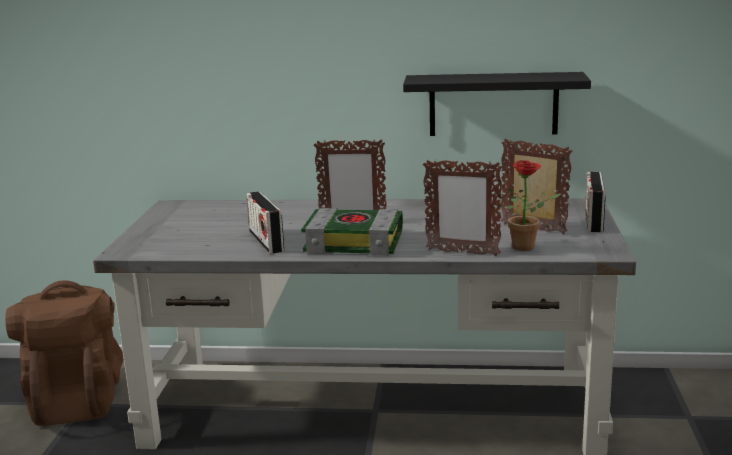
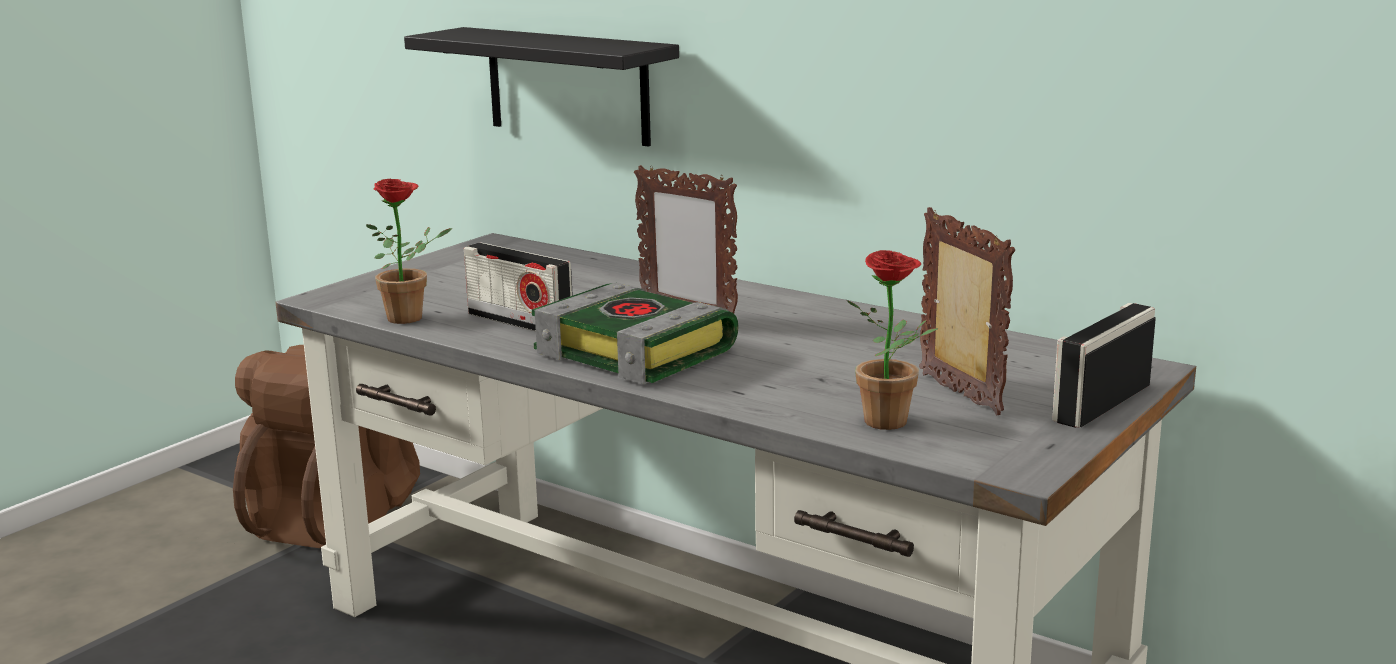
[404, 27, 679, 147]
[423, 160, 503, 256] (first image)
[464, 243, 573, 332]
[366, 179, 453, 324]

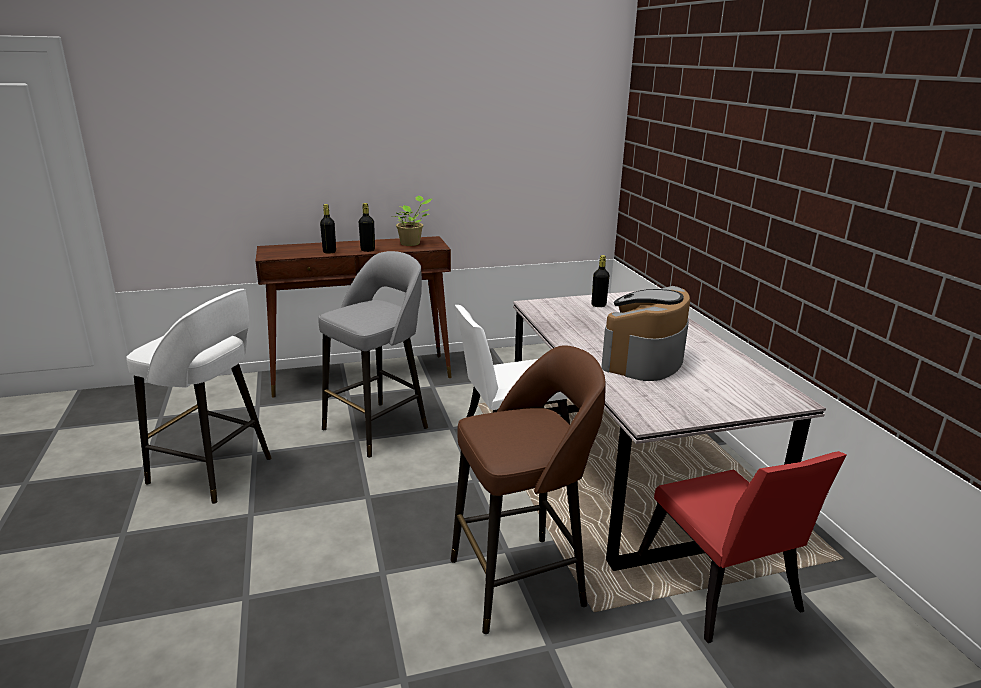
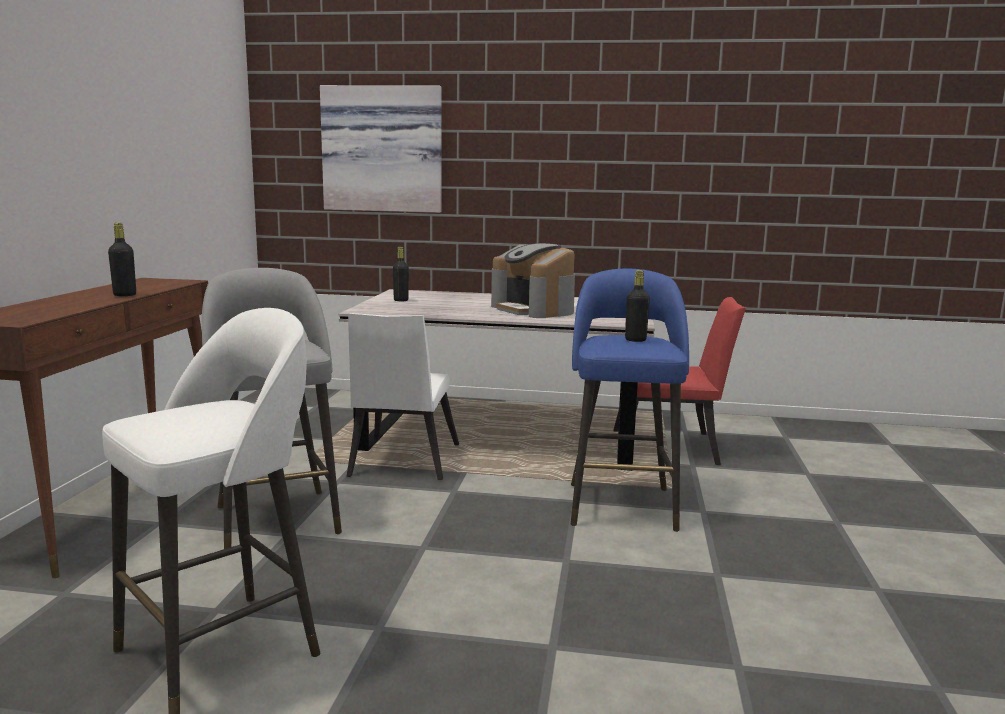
[393, 195, 432, 246] (first image)
[625, 270, 650, 342]
[571, 269, 689, 532]
[320, 85, 441, 213]

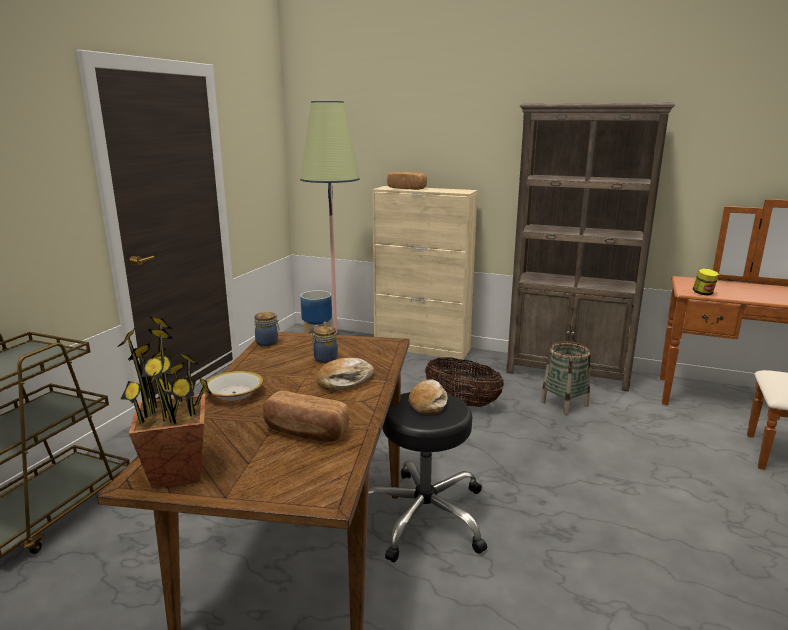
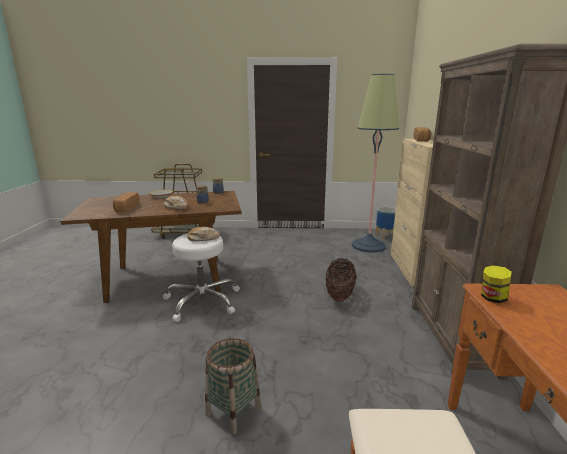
[116, 316, 212, 488] (first image)
[205, 338, 261, 435]
[163, 234, 240, 322]

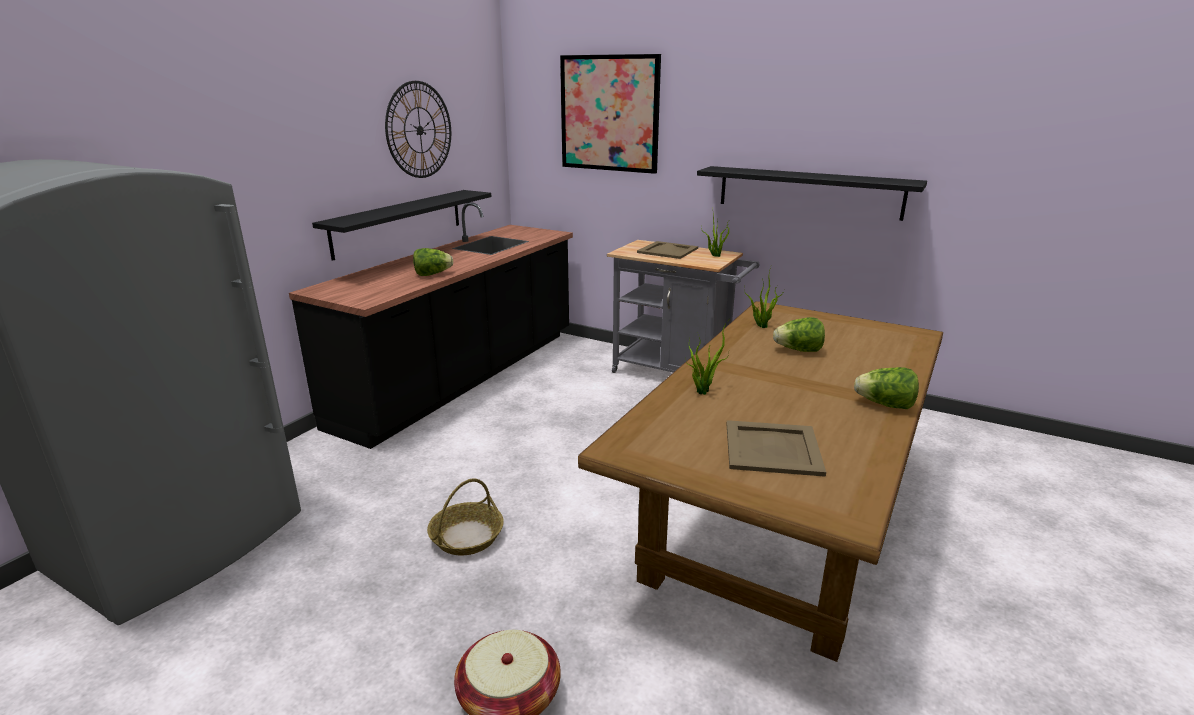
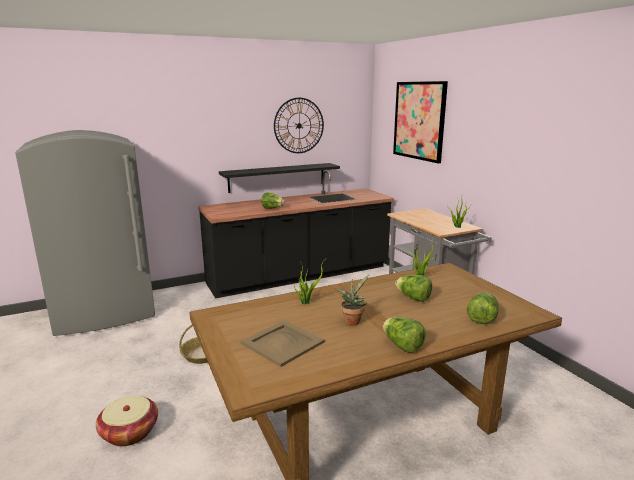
[697, 166, 927, 221] (first image)
[637, 241, 698, 259] (first image)
[335, 275, 369, 326]
[467, 293, 499, 324]

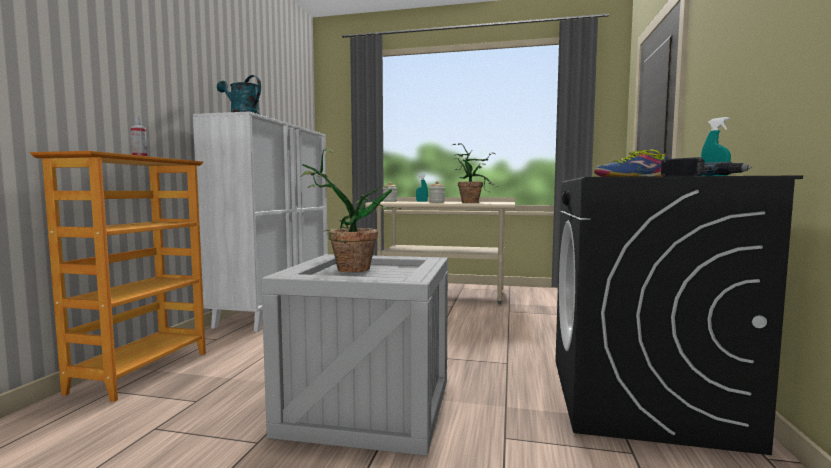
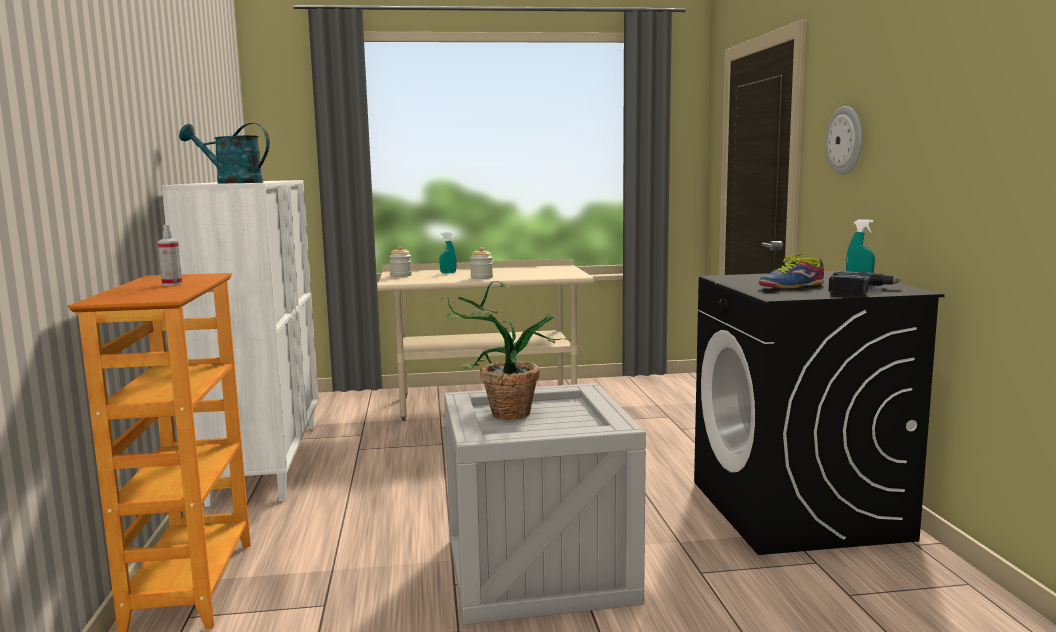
[453, 143, 498, 203] (first image)
[826, 106, 862, 175]

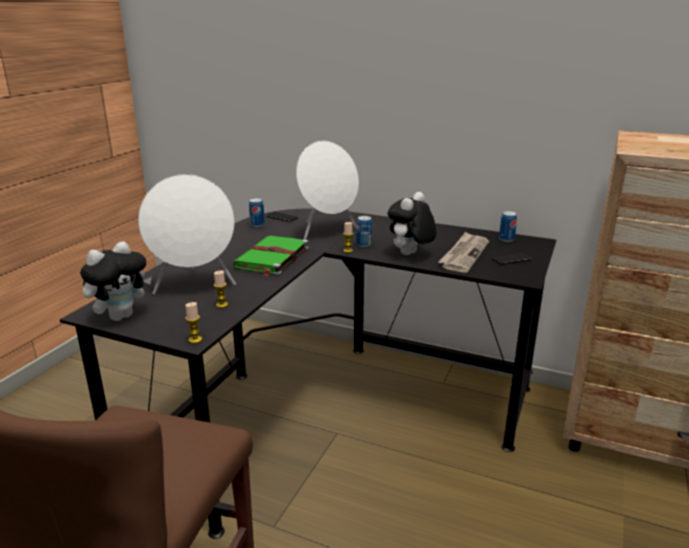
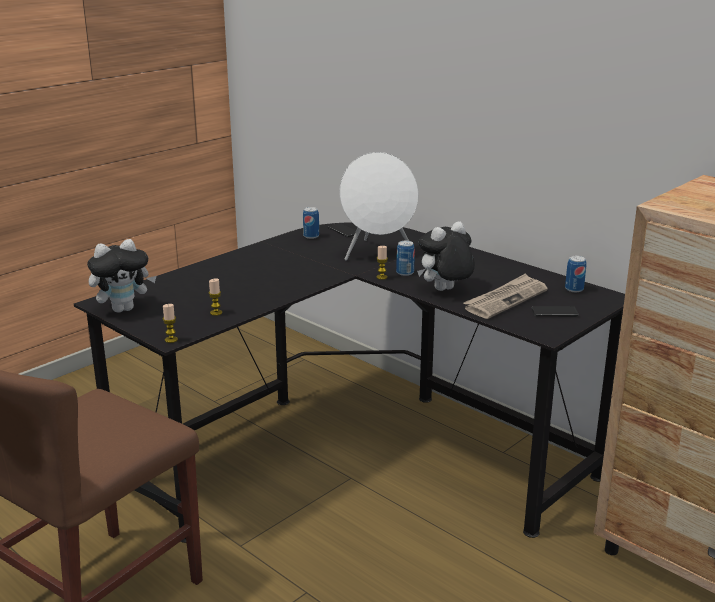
[138, 174, 236, 295] (first image)
[233, 235, 309, 277] (first image)

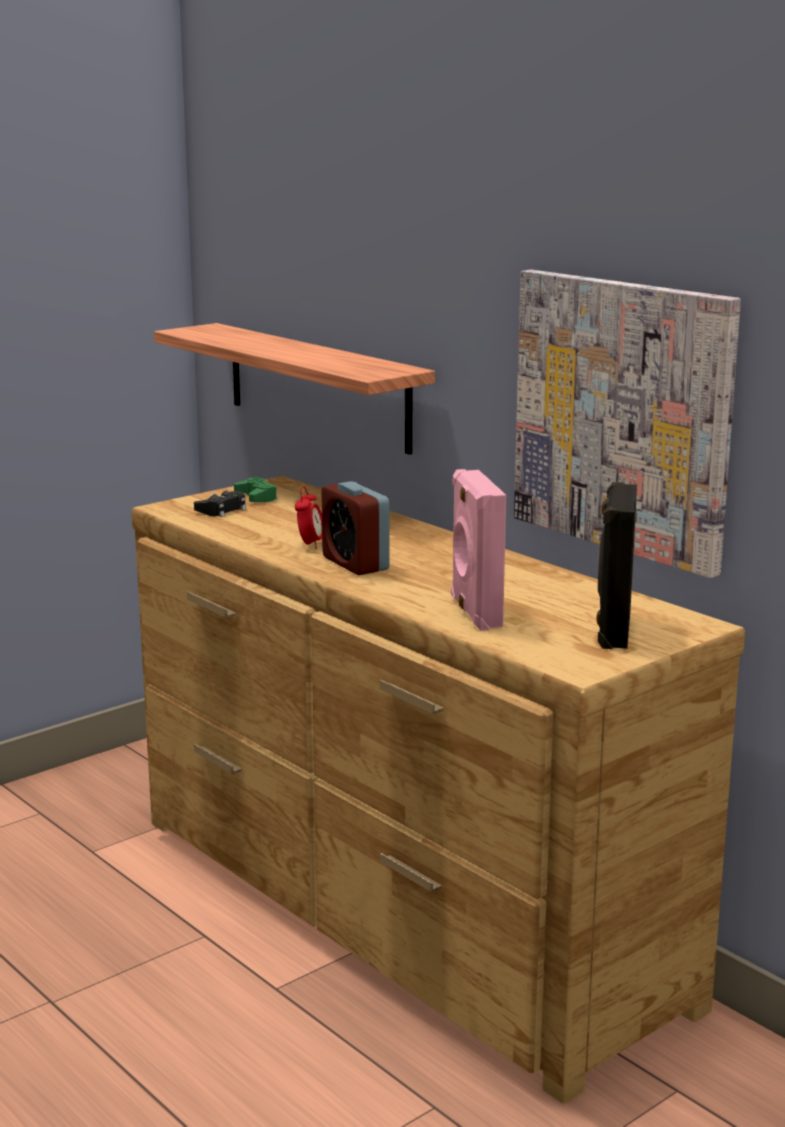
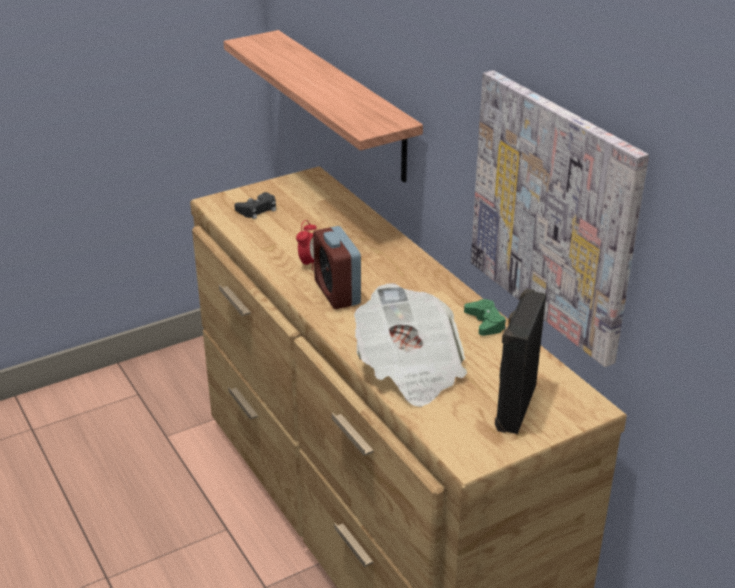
[354, 283, 467, 407]
[464, 299, 506, 336]

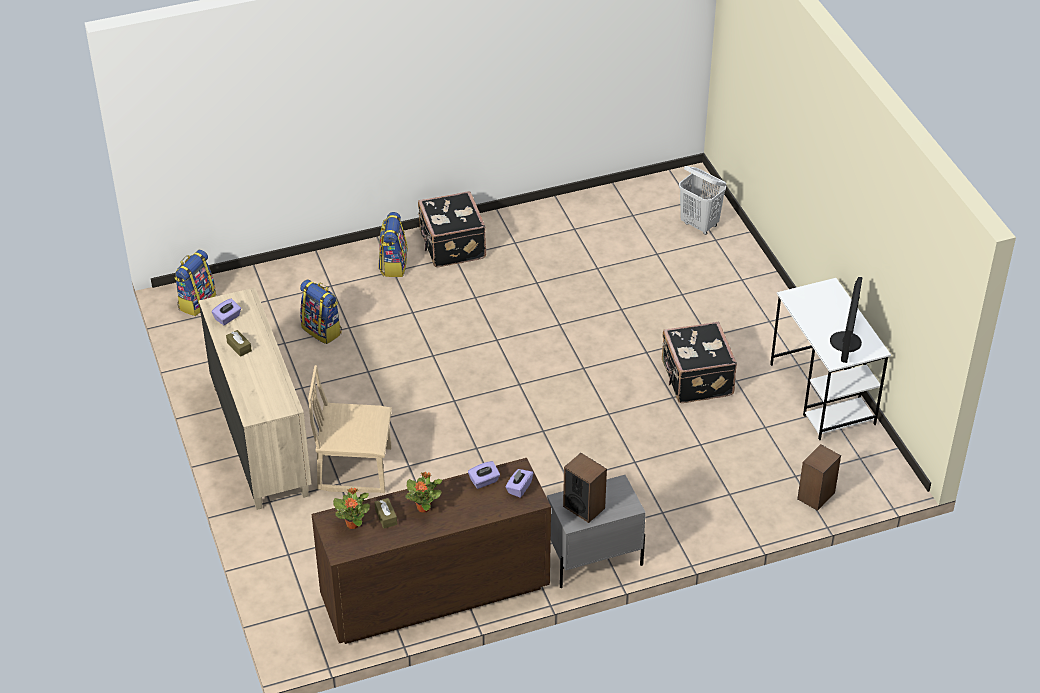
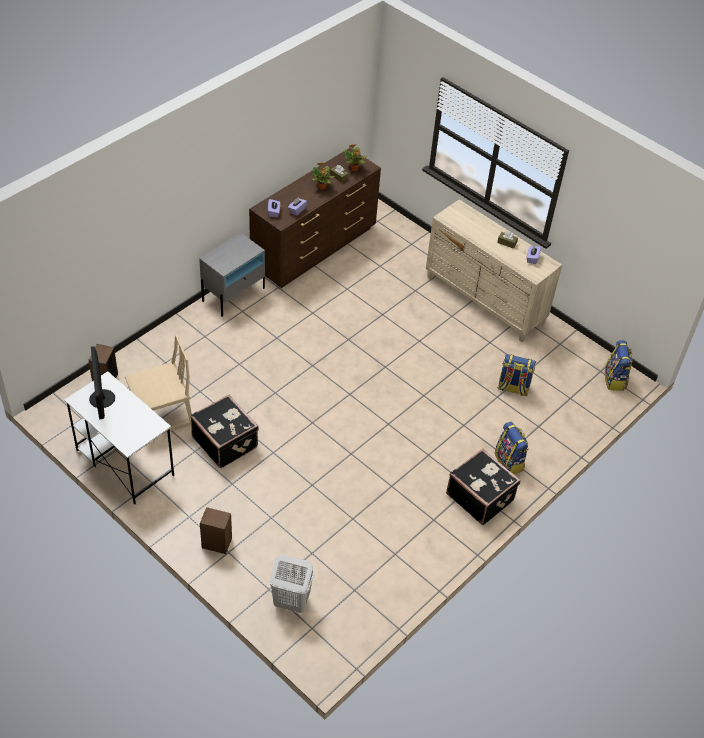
[125, 334, 192, 433]
[200, 507, 232, 554]

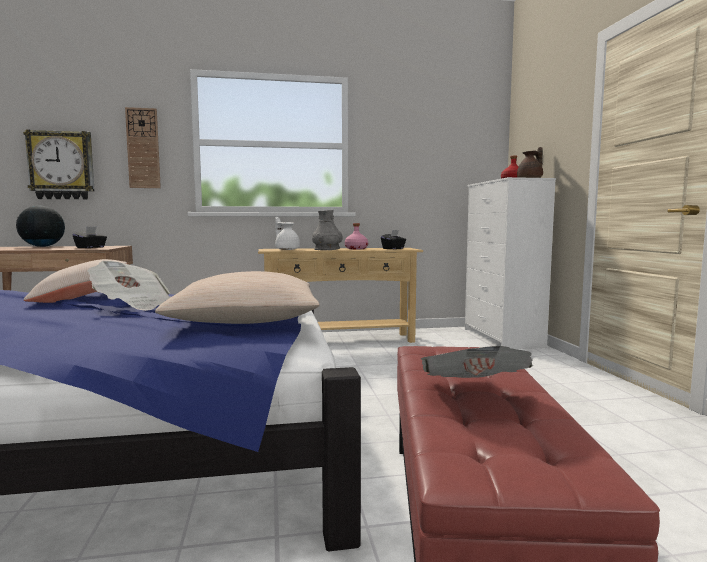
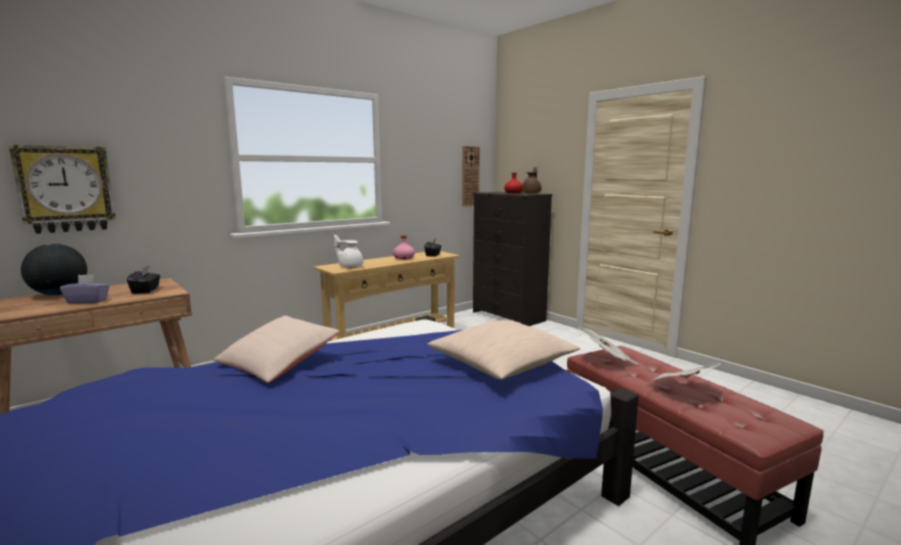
[462, 146, 480, 207]
[473, 192, 552, 326]
[312, 210, 343, 250] (first image)
[577, 327, 638, 364]
[60, 274, 109, 304]

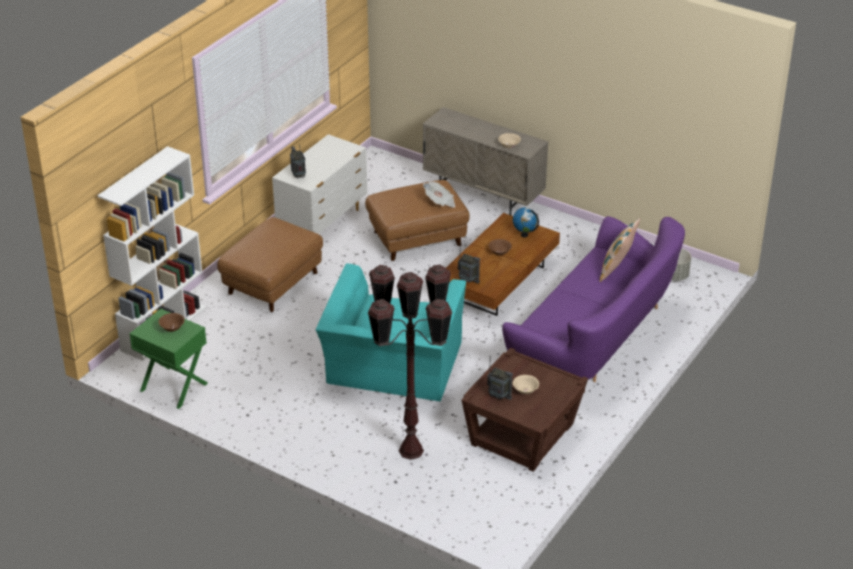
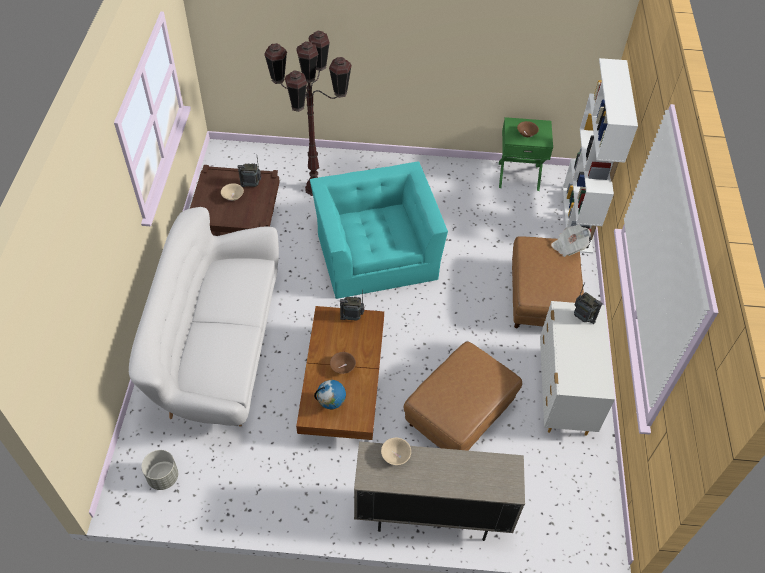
[551, 225, 591, 257]
[129, 207, 279, 426]
[600, 218, 640, 282] (first image)

